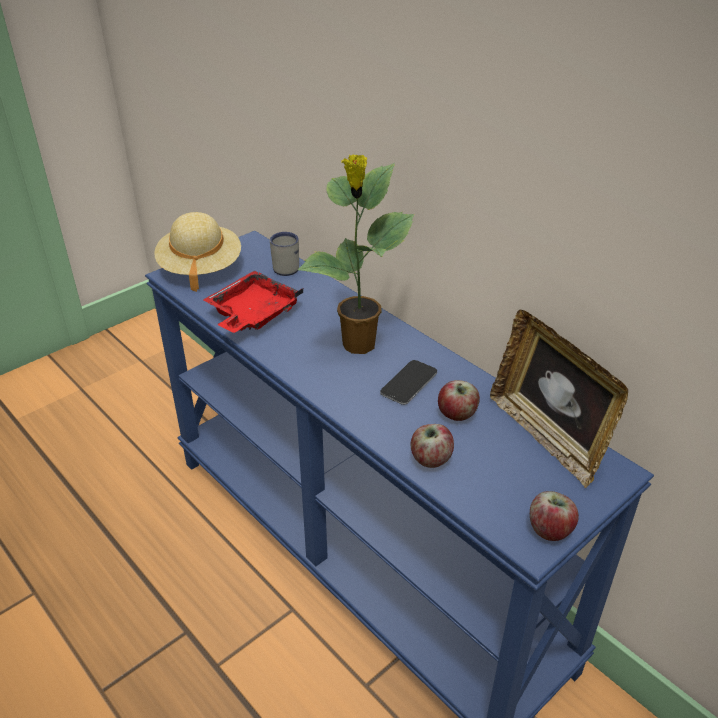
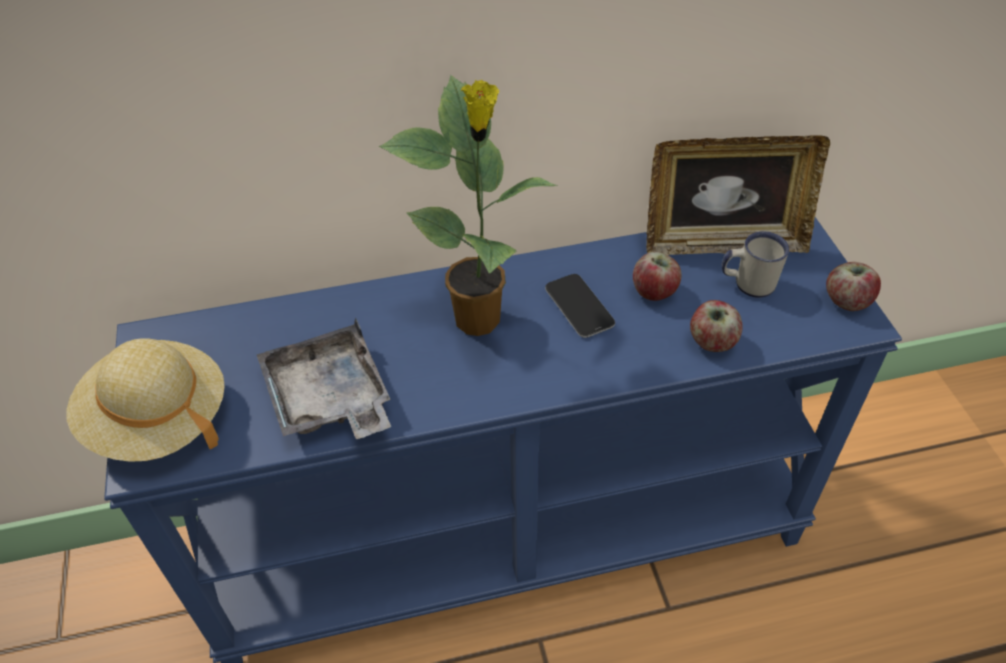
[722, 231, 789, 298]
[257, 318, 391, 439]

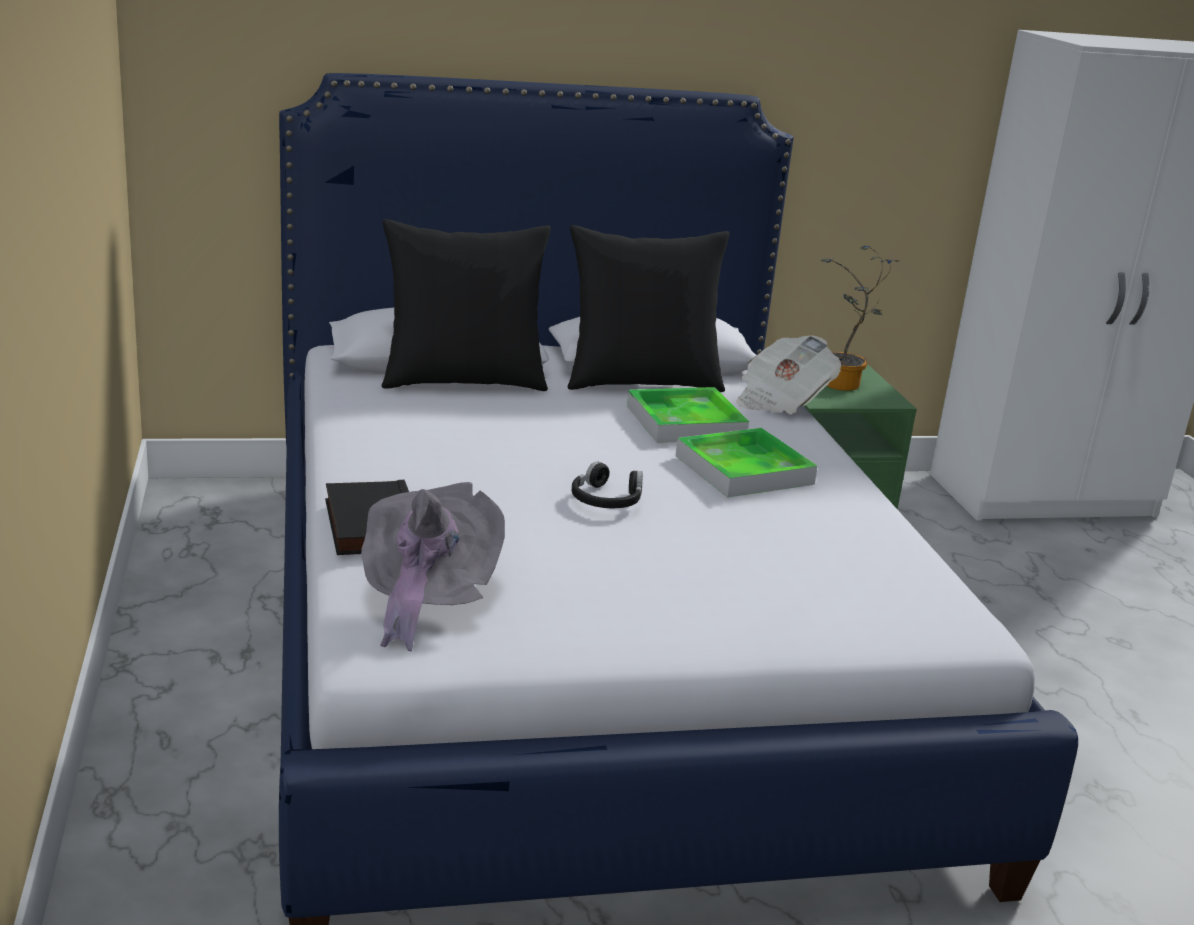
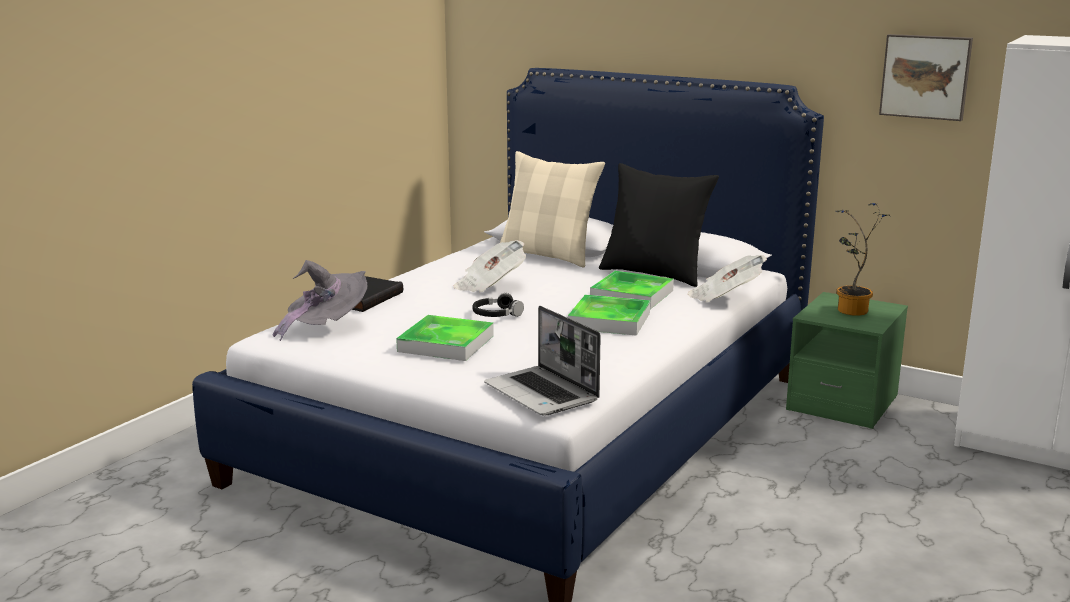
[500, 151, 605, 267]
[879, 34, 973, 121]
[454, 240, 526, 292]
[484, 306, 601, 415]
[396, 315, 494, 361]

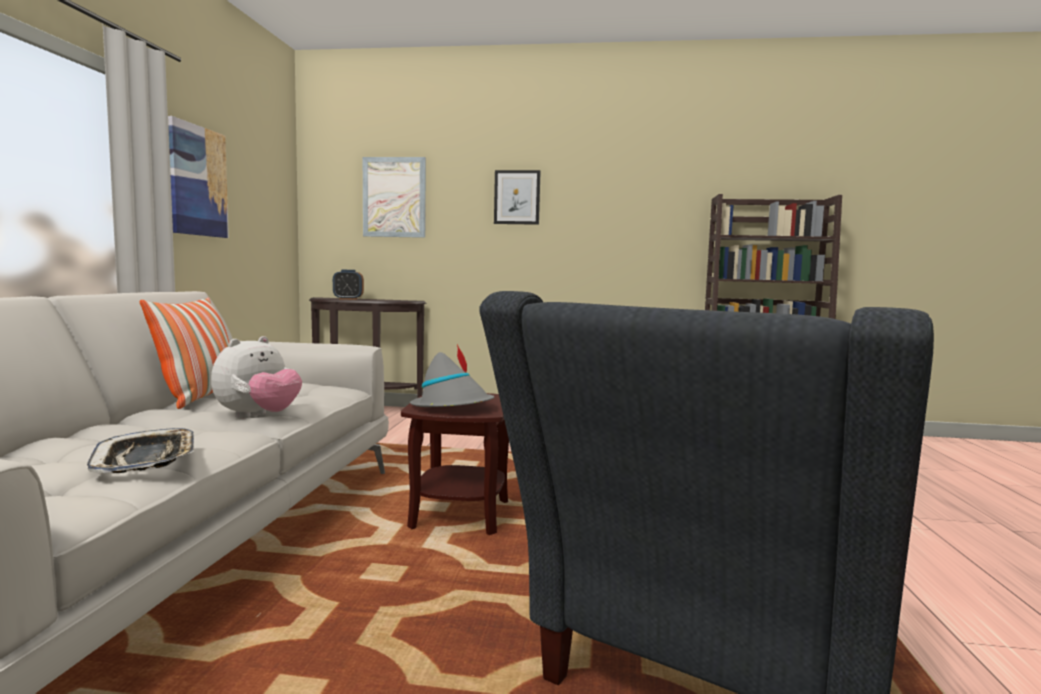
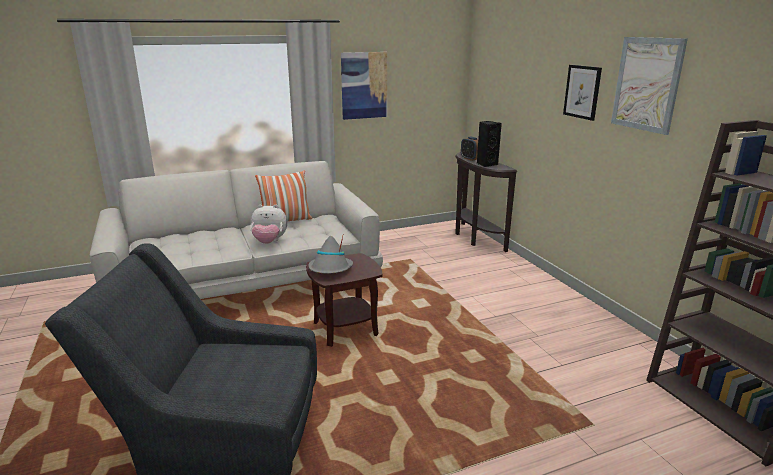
[611, 37, 688, 135]
[87, 428, 194, 473] (first image)
[477, 121, 502, 167]

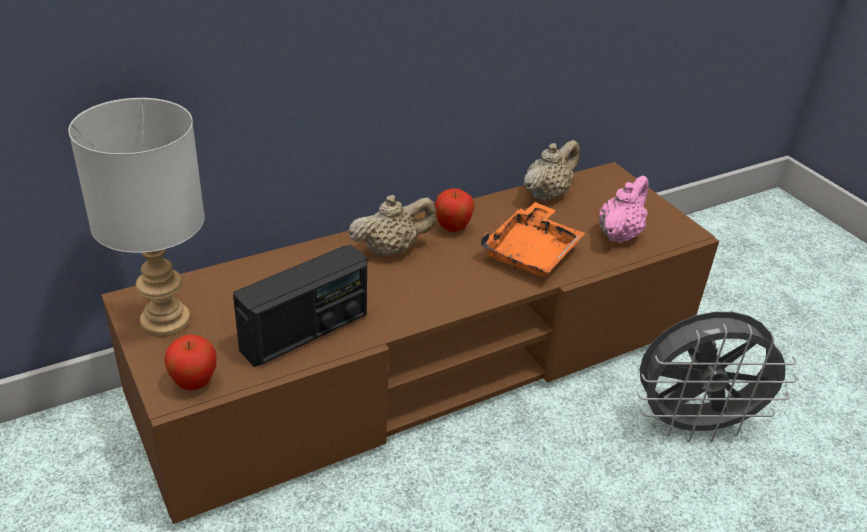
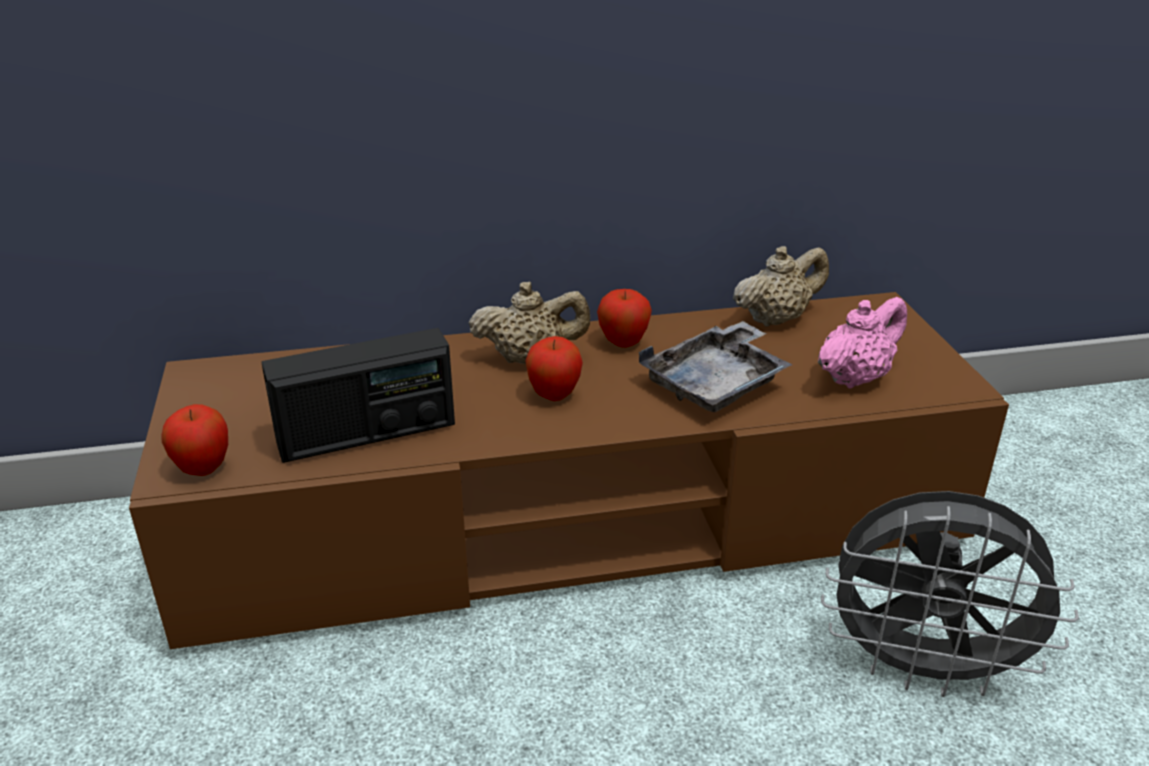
[68, 98, 205, 337] (first image)
[639, 321, 793, 412]
[525, 336, 583, 401]

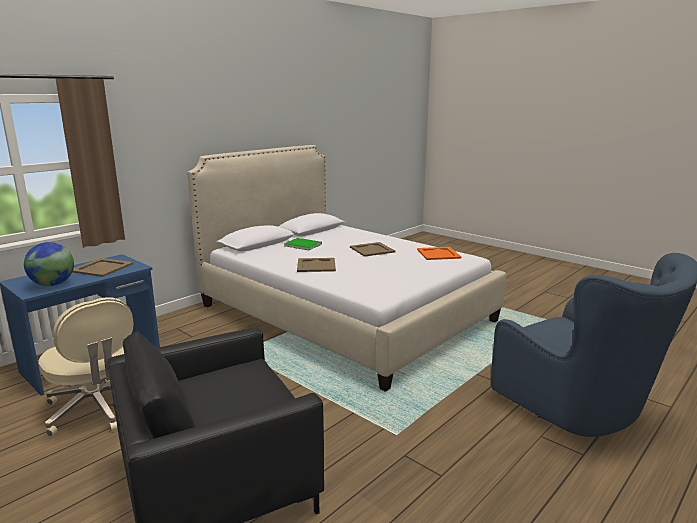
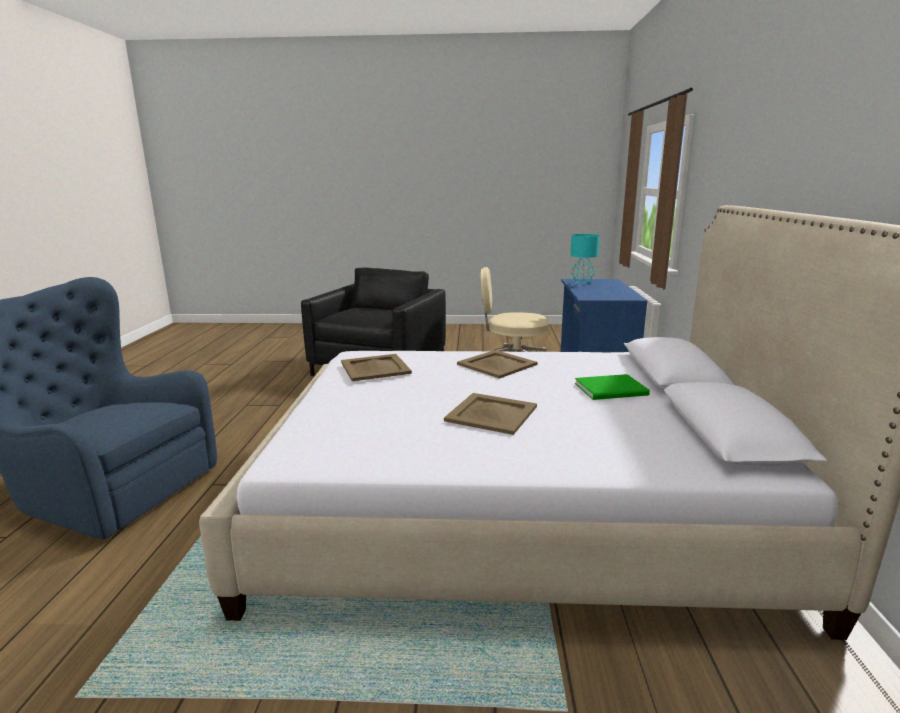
[570, 234, 600, 285]
[417, 247, 461, 260] (first image)
[341, 354, 412, 381]

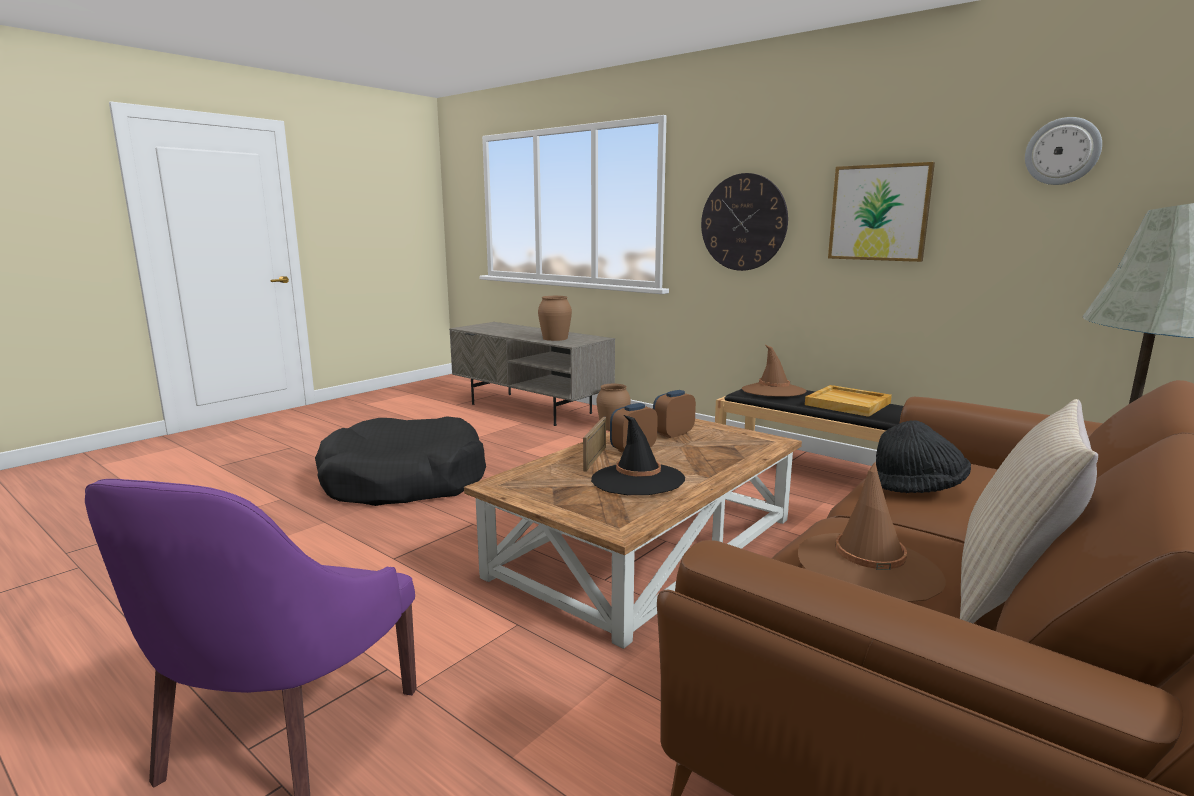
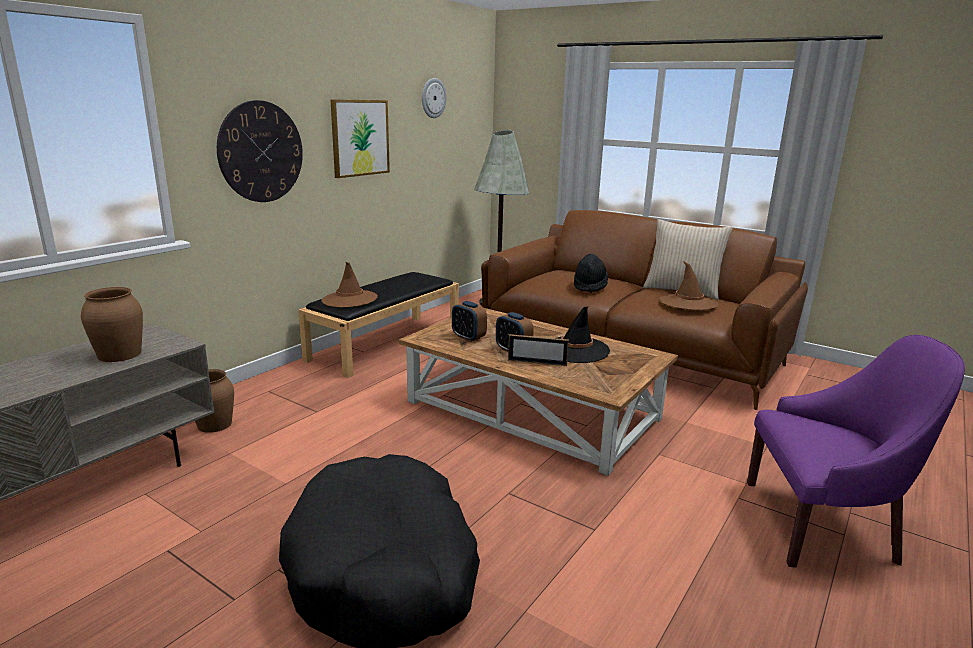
[805, 385, 892, 417] (first image)

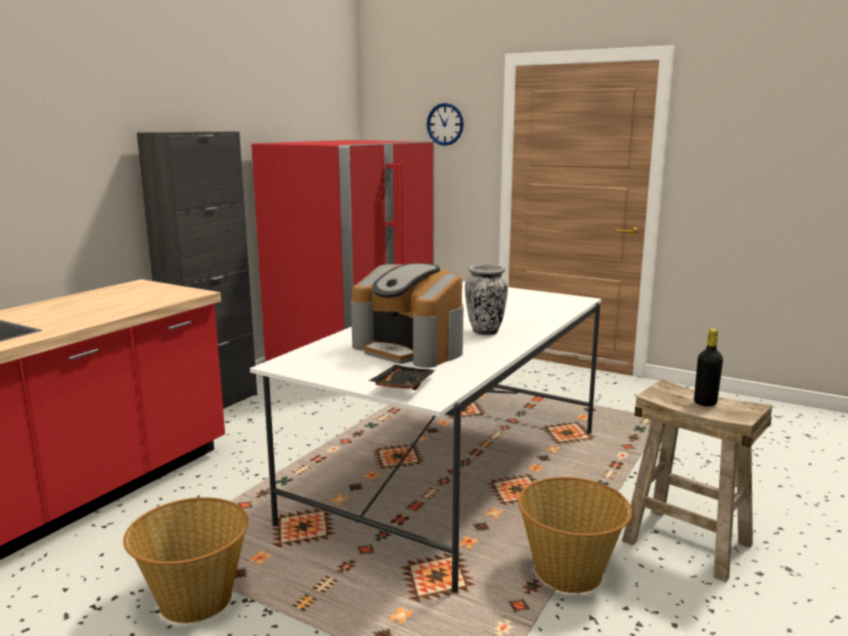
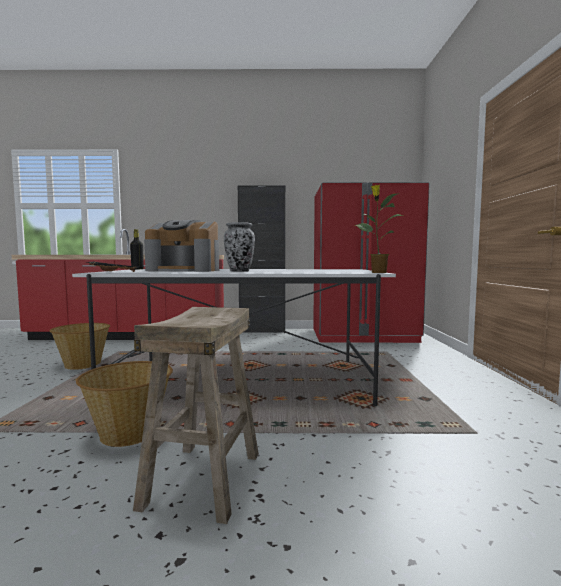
[427, 103, 464, 146] (first image)
[144, 220, 219, 272]
[130, 229, 144, 269]
[354, 185, 404, 273]

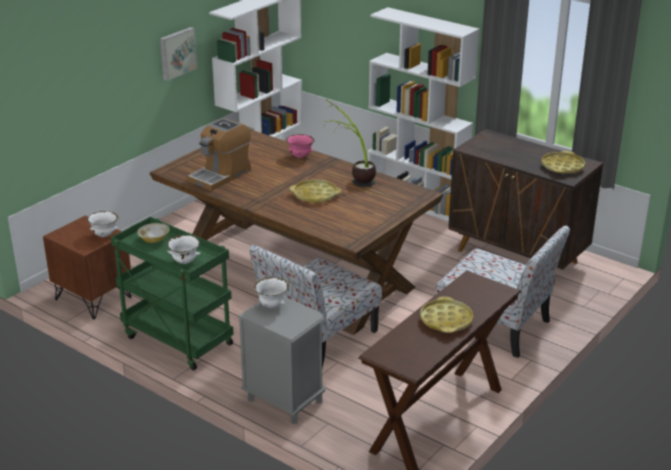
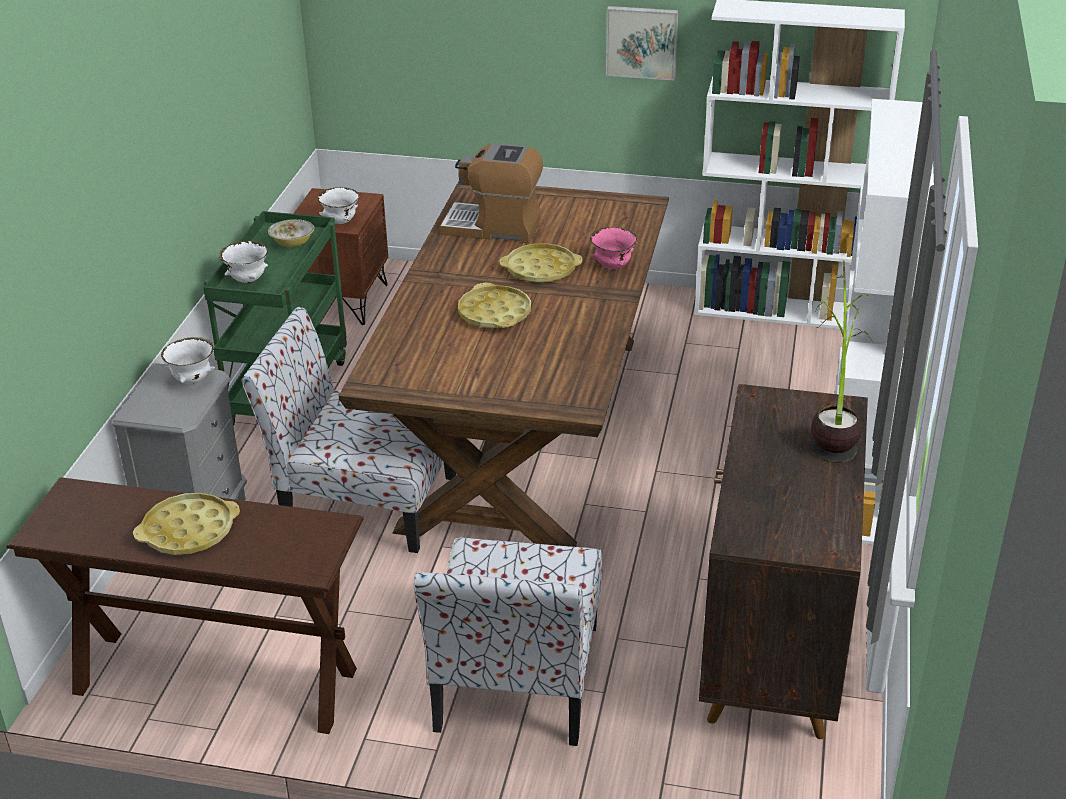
[811, 260, 872, 463]
[499, 243, 583, 283]

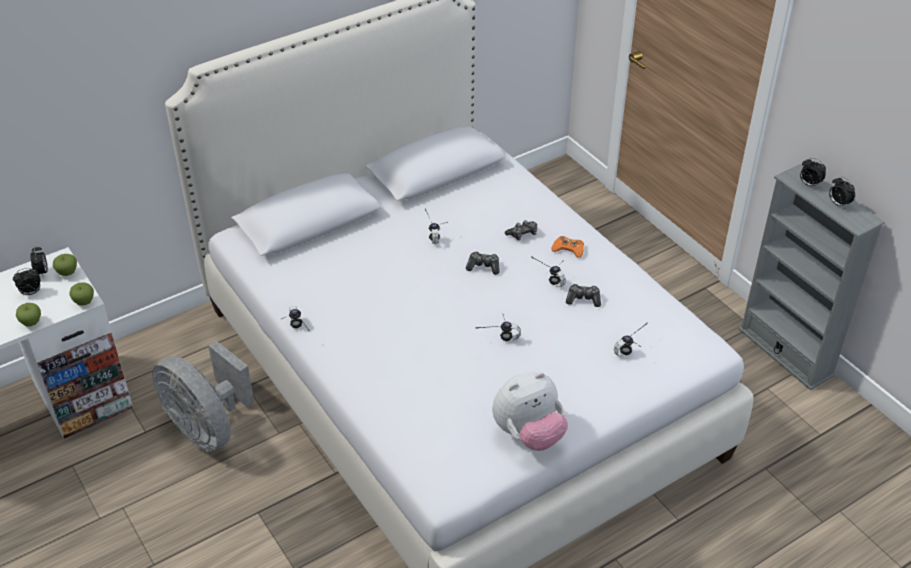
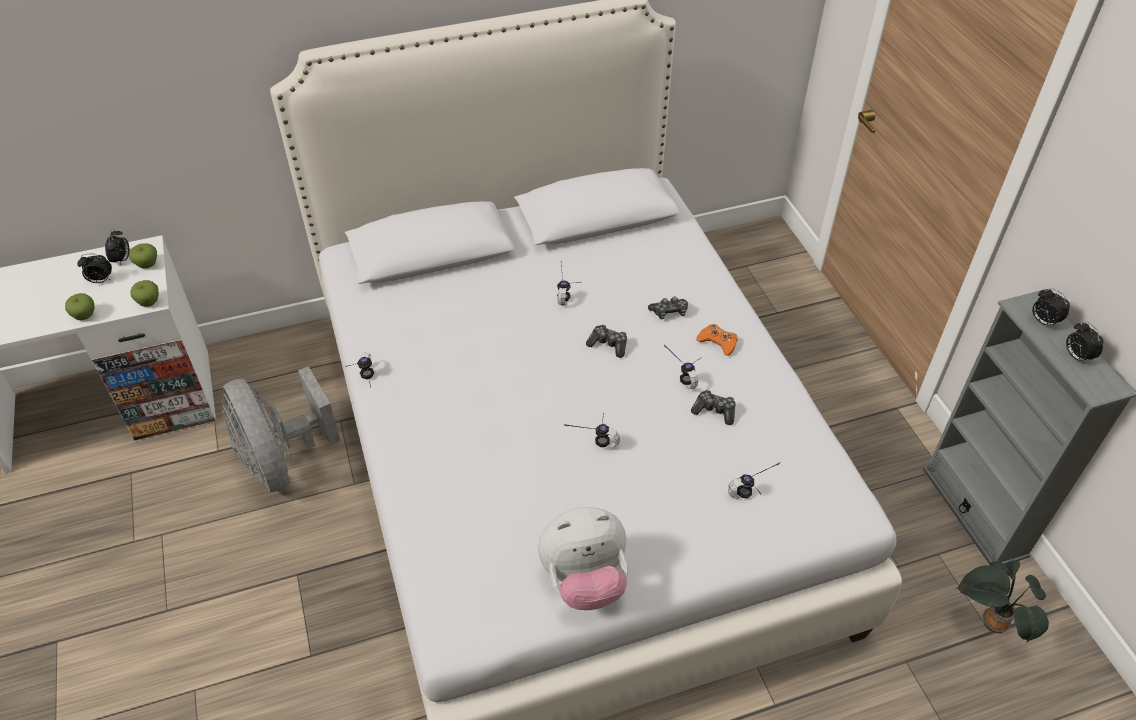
[956, 561, 1049, 642]

